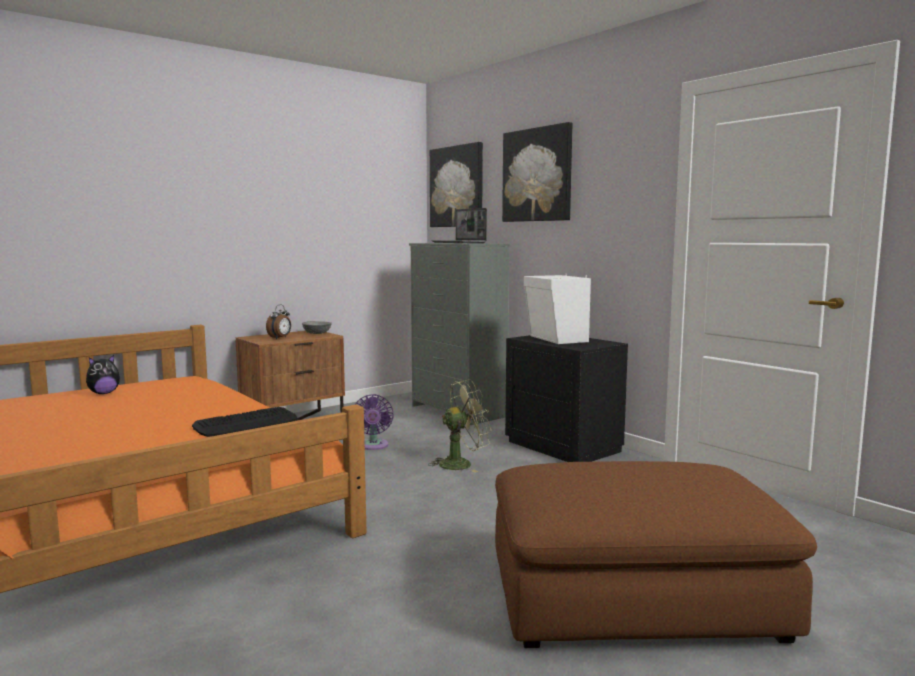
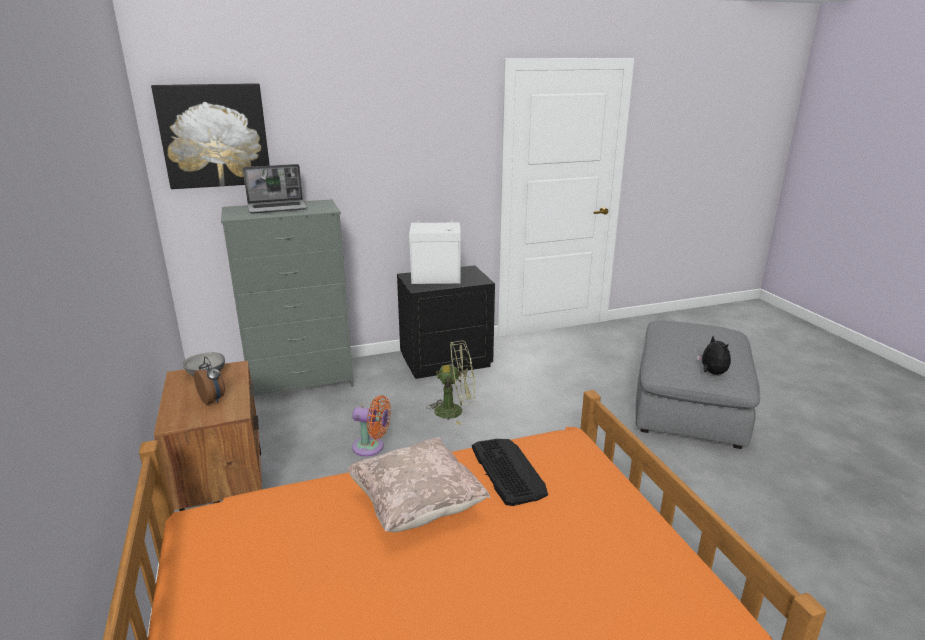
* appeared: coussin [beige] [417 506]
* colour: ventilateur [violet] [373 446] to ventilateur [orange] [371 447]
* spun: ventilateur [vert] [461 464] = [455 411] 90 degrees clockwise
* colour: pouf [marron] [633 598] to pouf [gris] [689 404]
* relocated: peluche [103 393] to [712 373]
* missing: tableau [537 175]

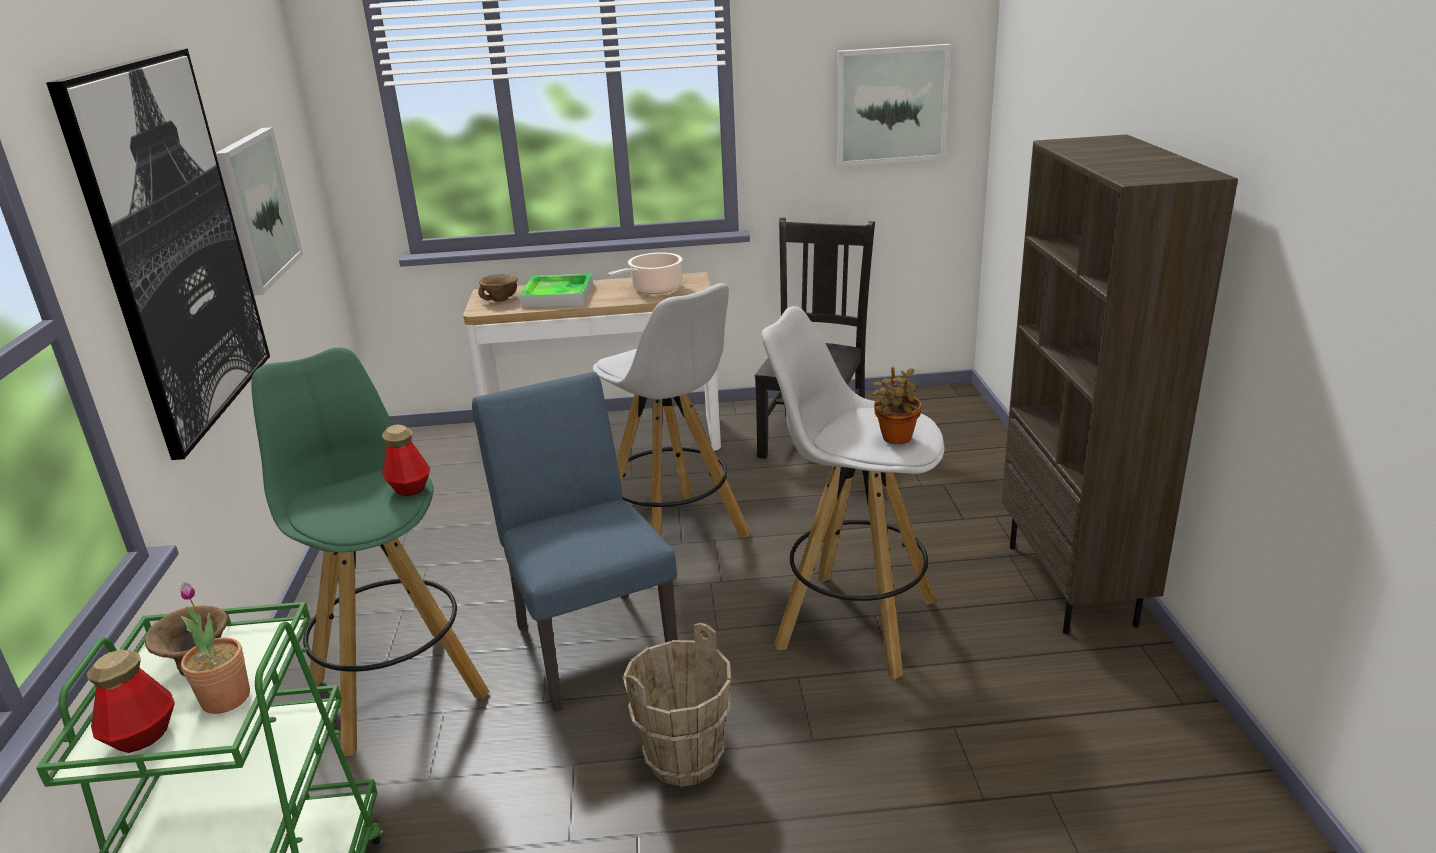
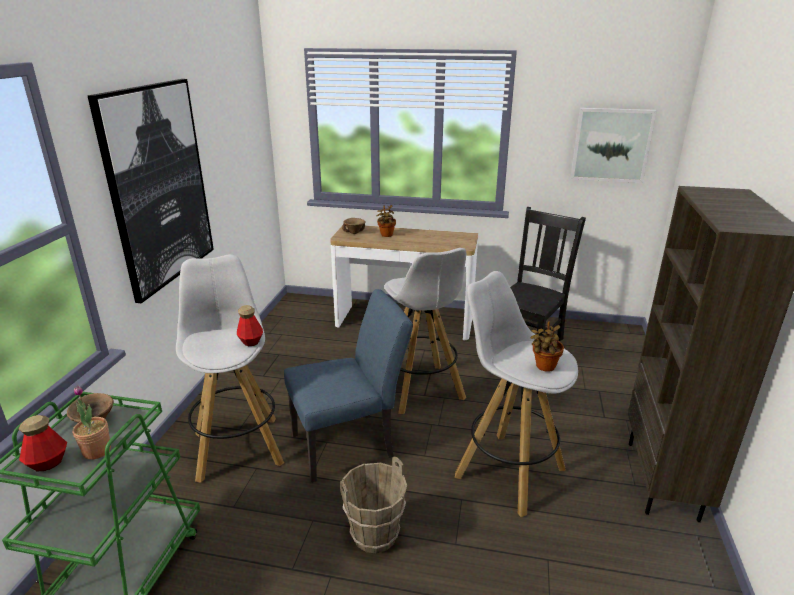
* colour: tabouret [vert] [396 687] to tabouret [blanc] [238 447]
* spun: chaise [bleu] [590 639] = [350 444] 75 degrees clockwise
* exchanged: plateau [558 296] to plante en pot [386 235]
* missing: tableau [257 209]
* missing: marmite [654 289]

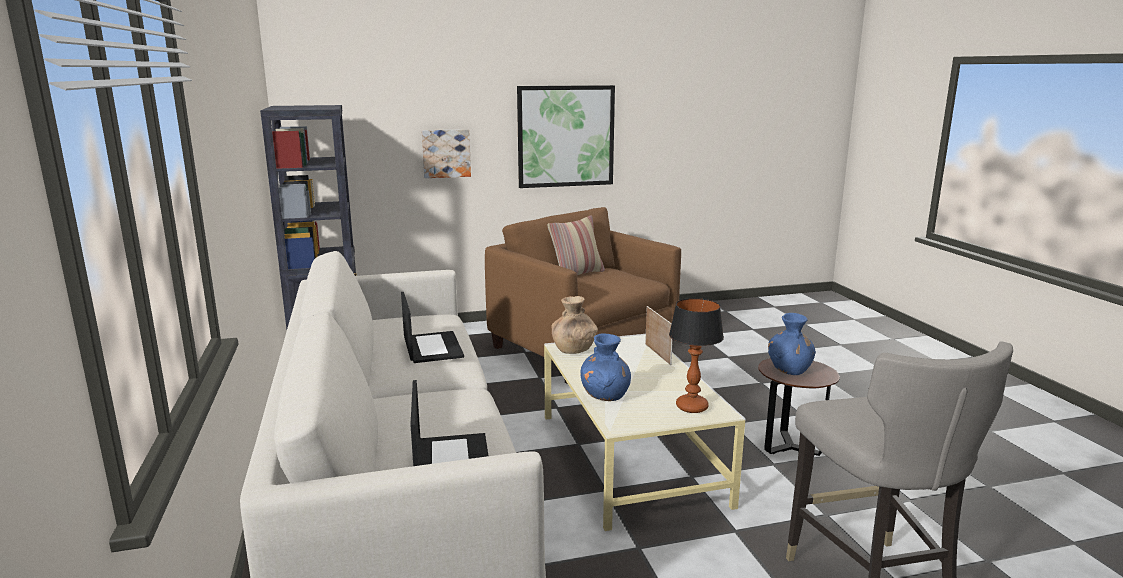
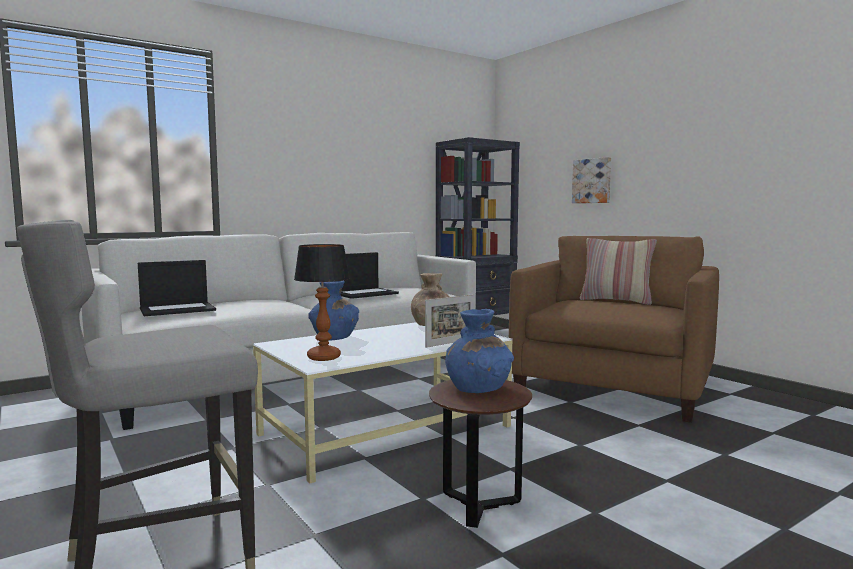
* missing: tableau [565 136]

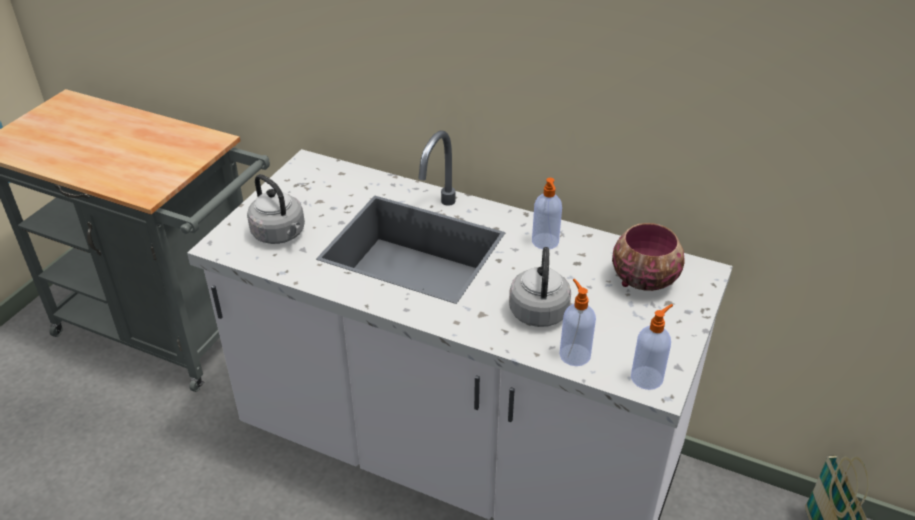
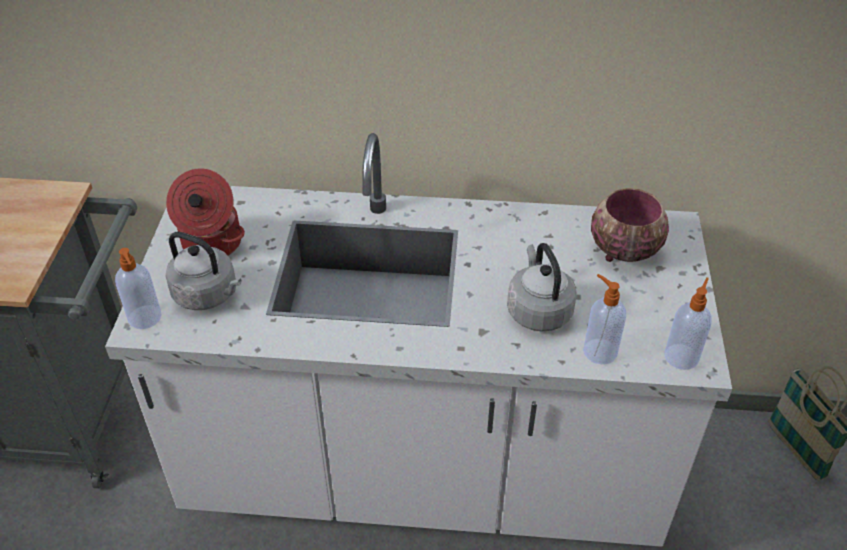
* relocated: distributeur de savon [545 242] to [145 318]
* appeared: marmite [210 244]

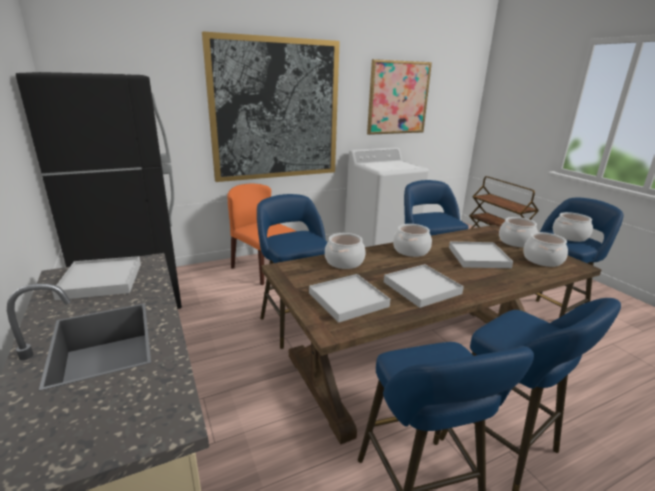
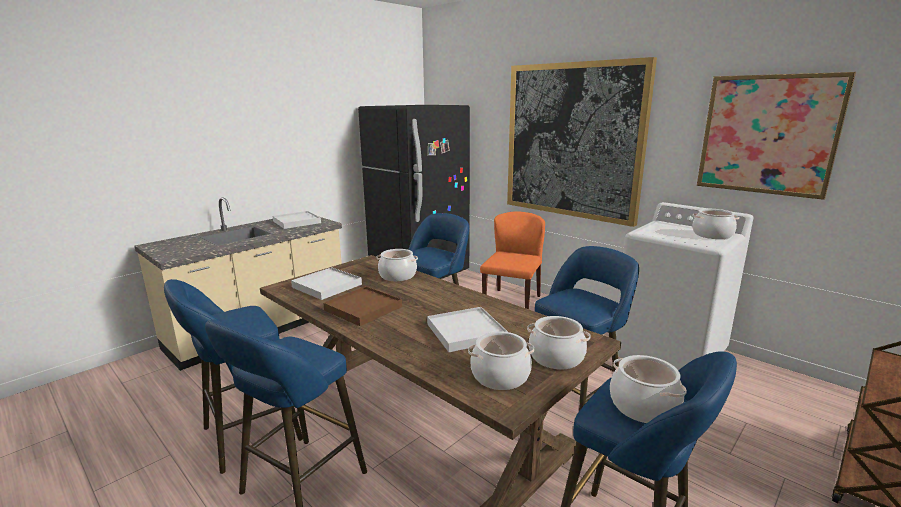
* colour: plateau [blanc] [422 287] to plateau [marron] [363 308]
* relocated: marmite [411 250] to [712 235]

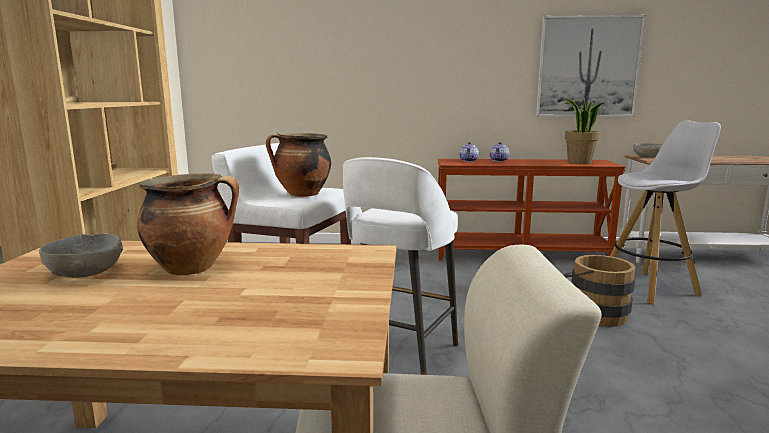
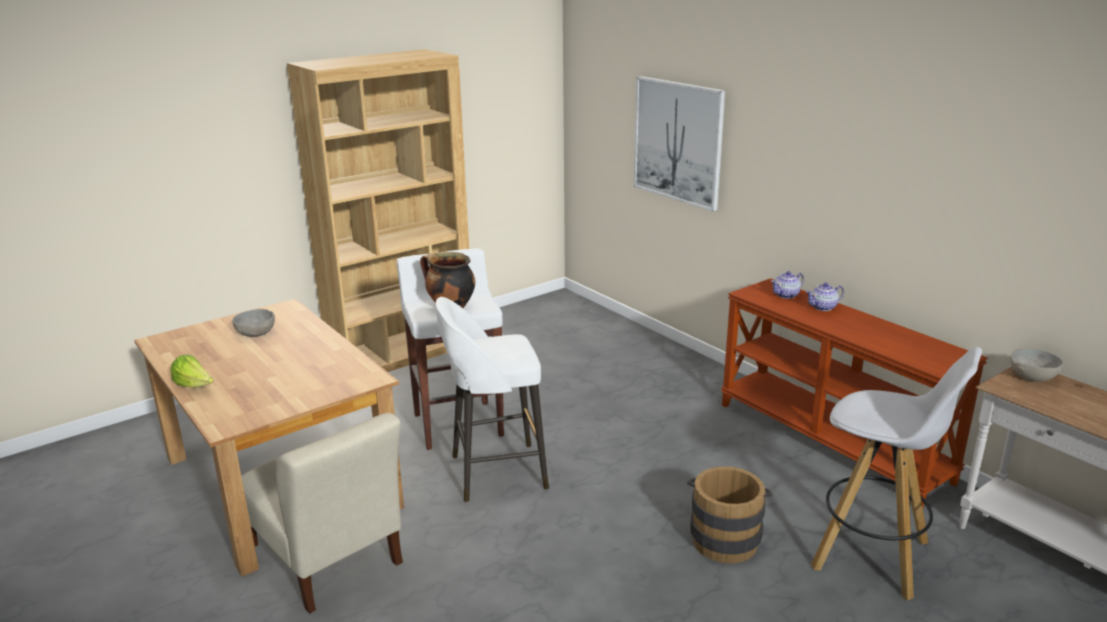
* appeared: laitue [194 386]
* relocated: tableau [588 67] to [678 141]
* missing: marmite [193 268]
* missing: plante en pot [579 162]

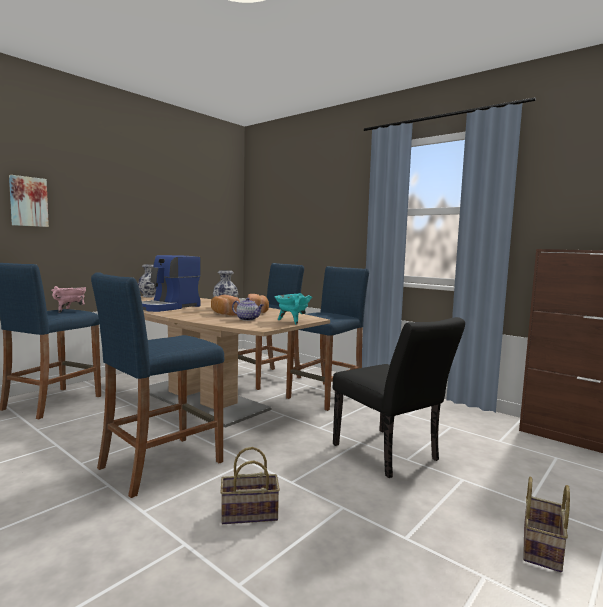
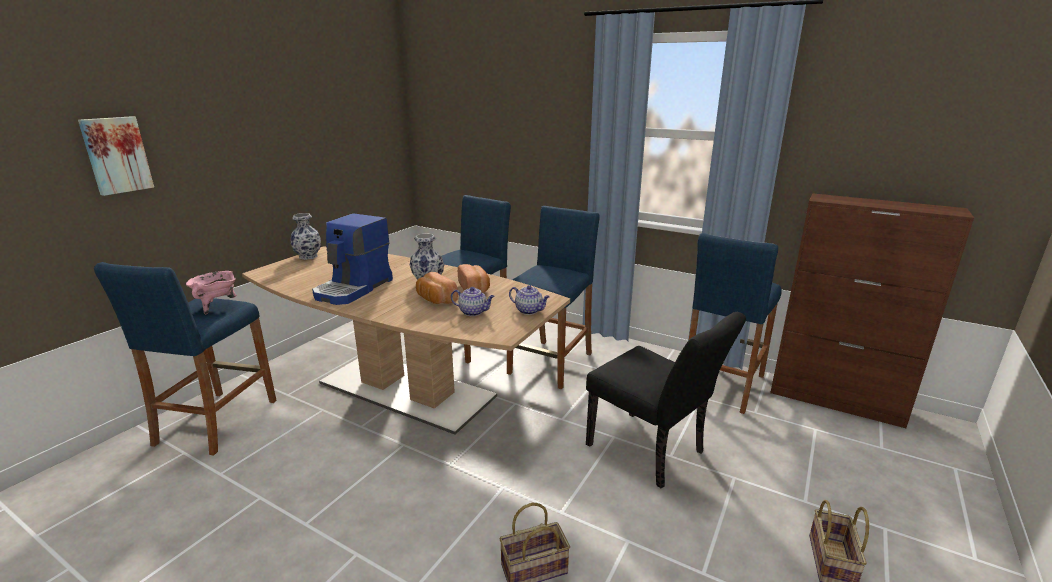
* exchanged: marmite [turquoise] [292 321] to théière [529 311]
* relocated: tabouret [bleu] [161 464] to [722 384]

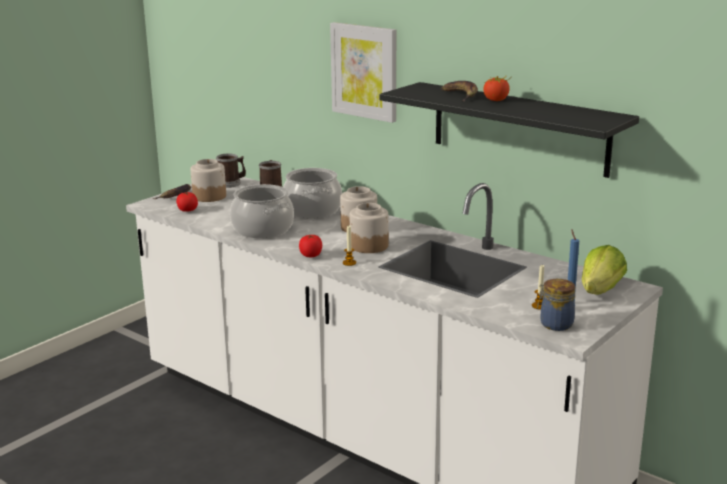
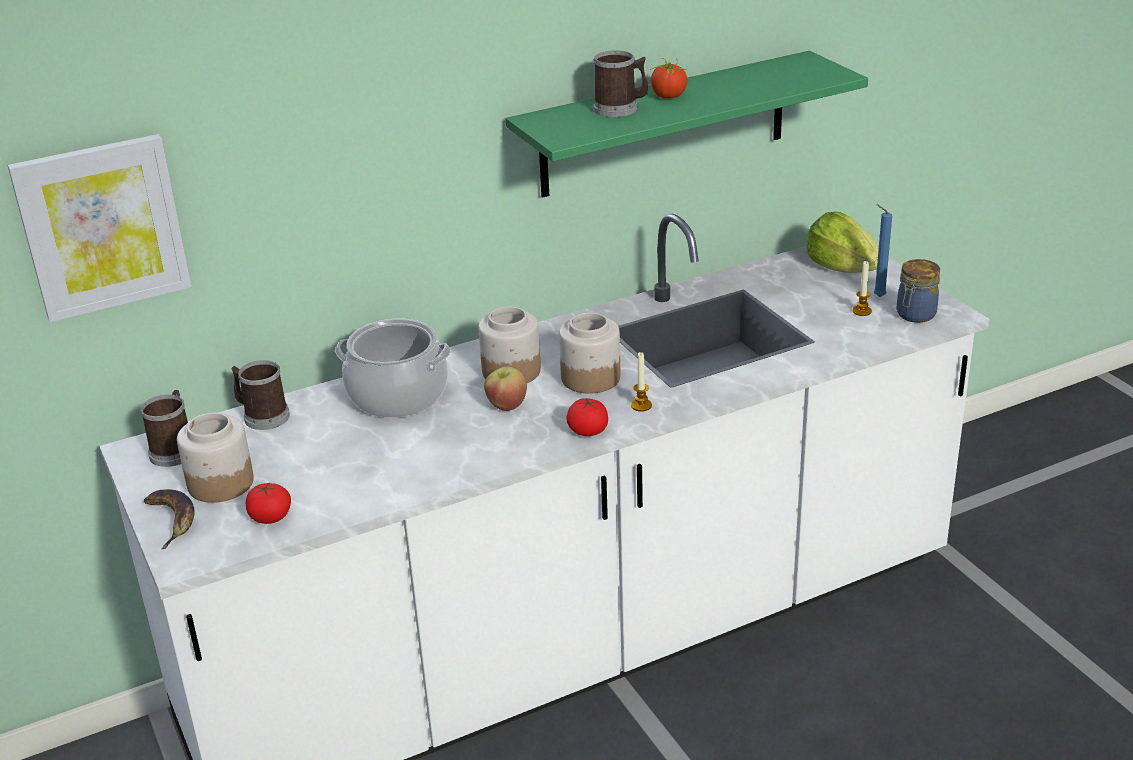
* relocated: tableau [365 71] to [102 226]
* appeared: pomme [506 405]
* colour: étagère [noir] [519 128] to étagère [vert] [664 124]
* exchanged: banane [461 95] to mug [620 108]
* missing: marmite [263 229]

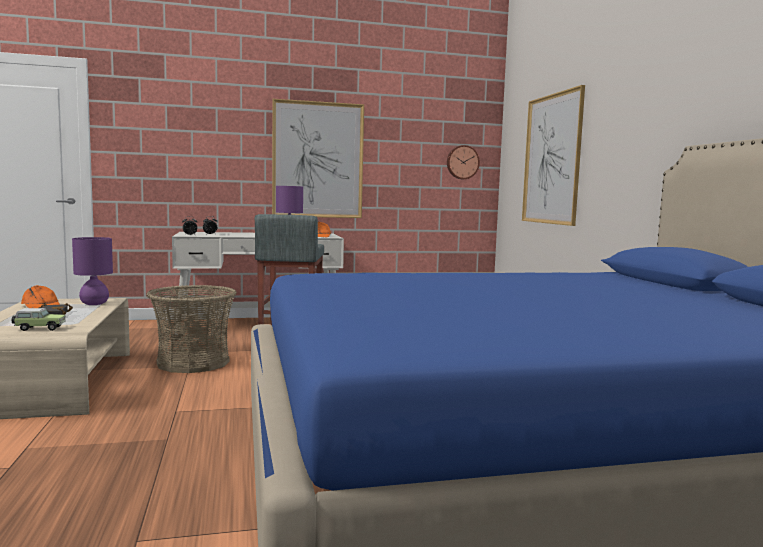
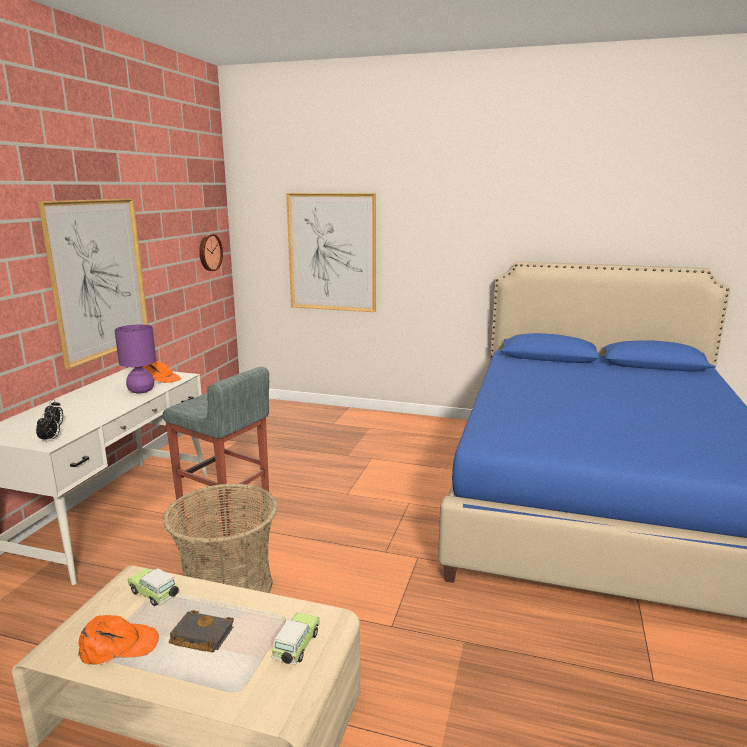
* exchanged: lampe de table [violet] [94 304] to petite voiture [155 595]

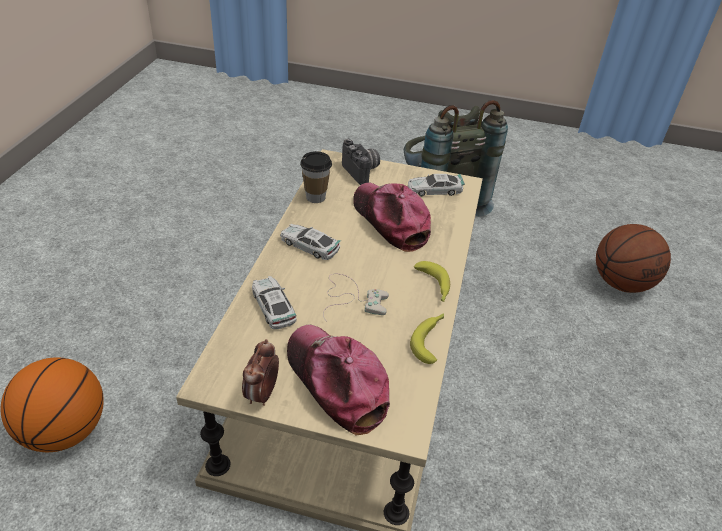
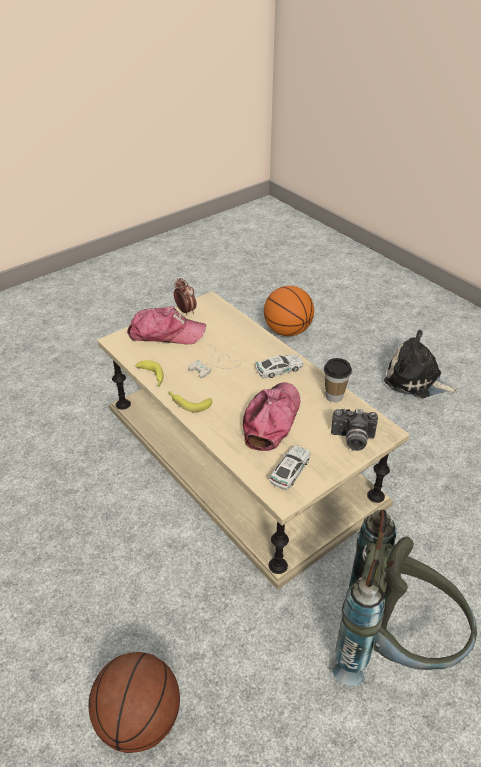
* spun: casquette [390 221] = [272 420] 75 degrees counterclockwise
* appeared: peluche [416 380]
* missing: petite voiture [273 306]

